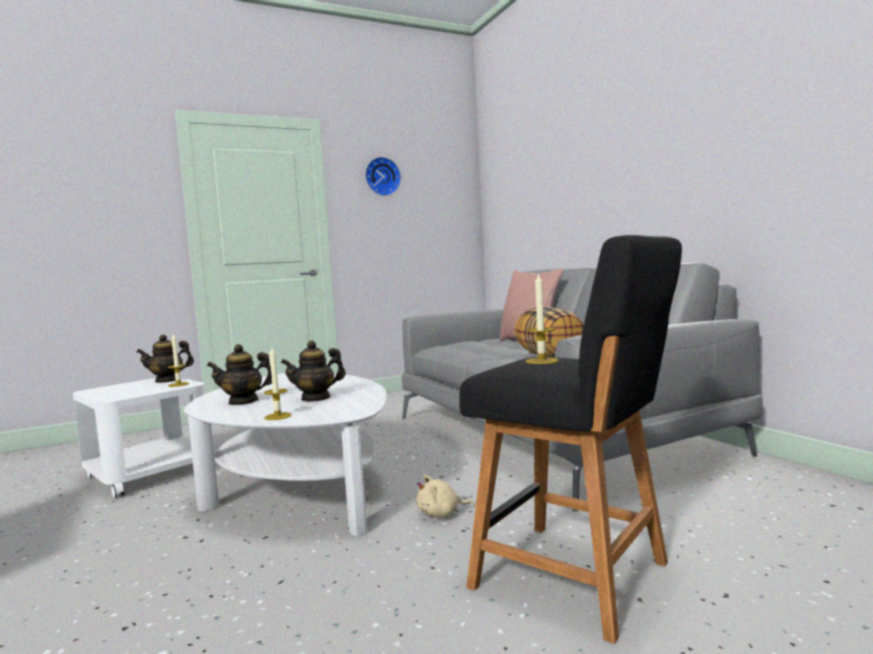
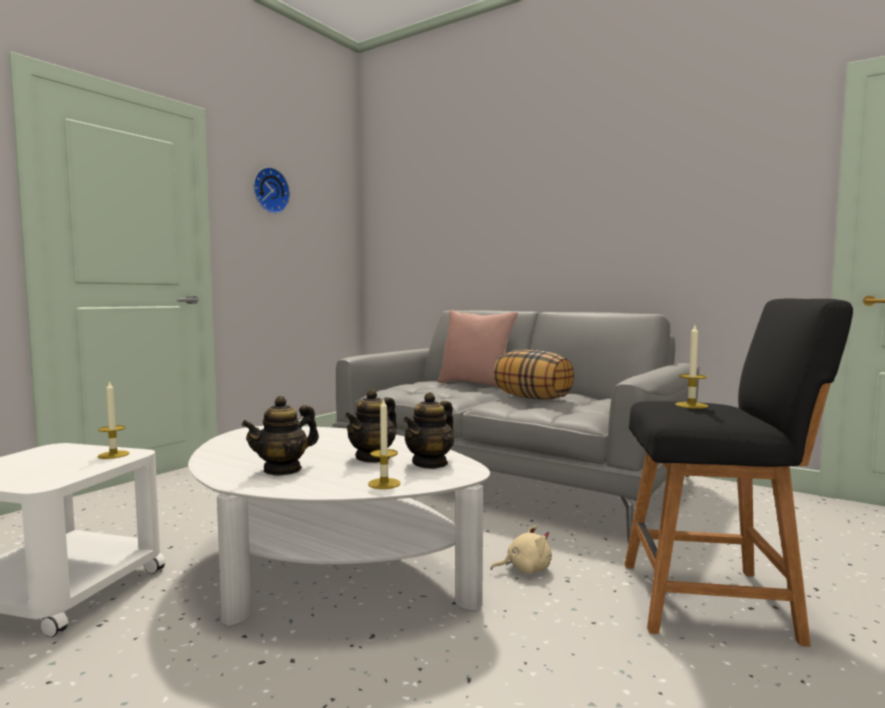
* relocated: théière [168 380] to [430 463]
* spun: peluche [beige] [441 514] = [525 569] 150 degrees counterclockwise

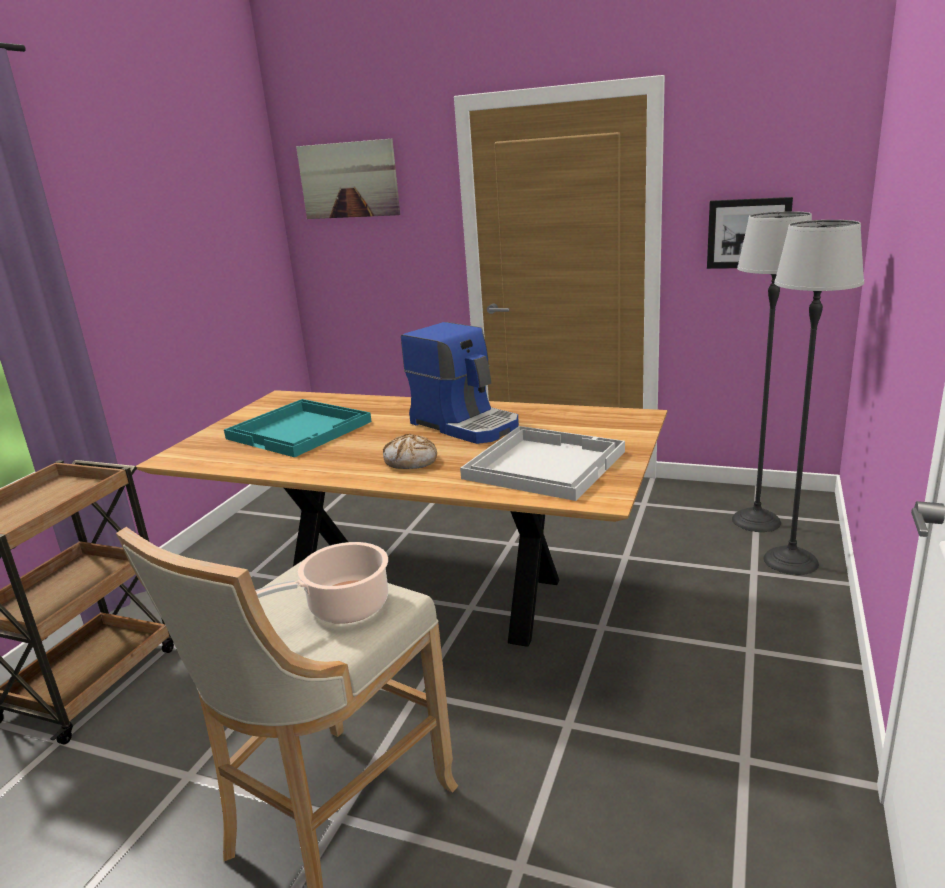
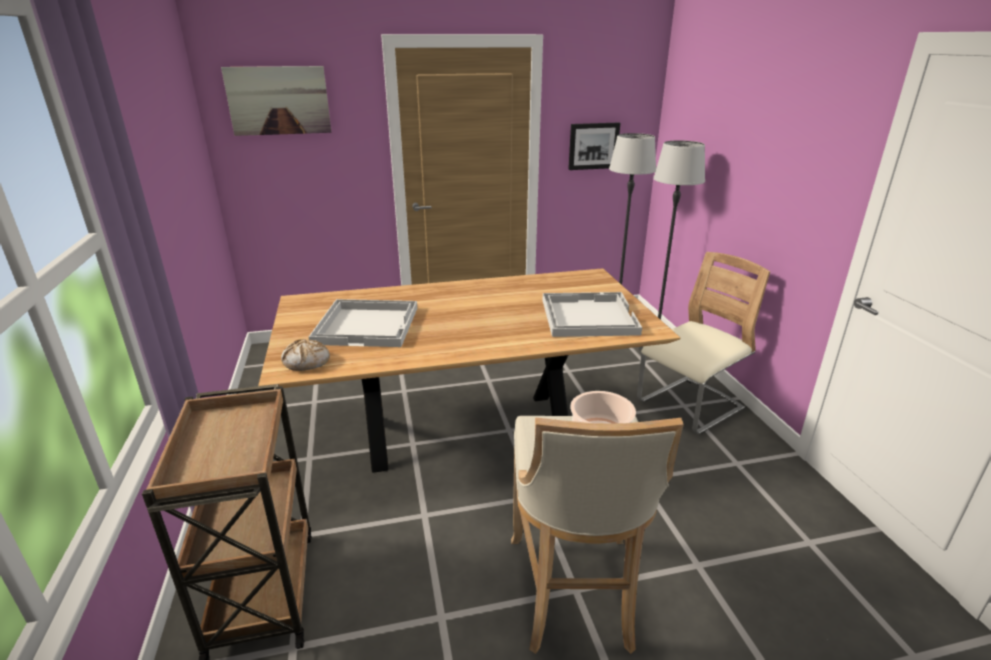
* relocated: pain [411 461] to [307 361]
* colour: plateau [turquoise] [301 430] to plateau [blanc] [368 325]
* appeared: chaise [beige] [689 406]
* missing: machine à café [466 424]

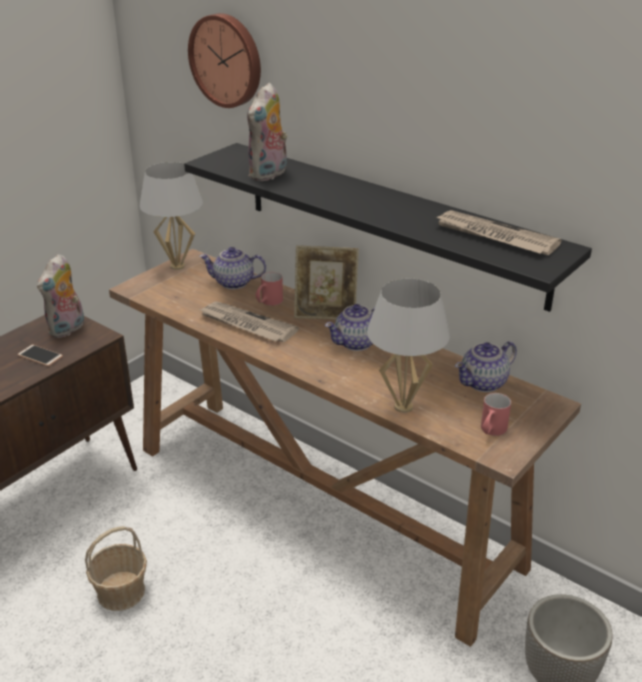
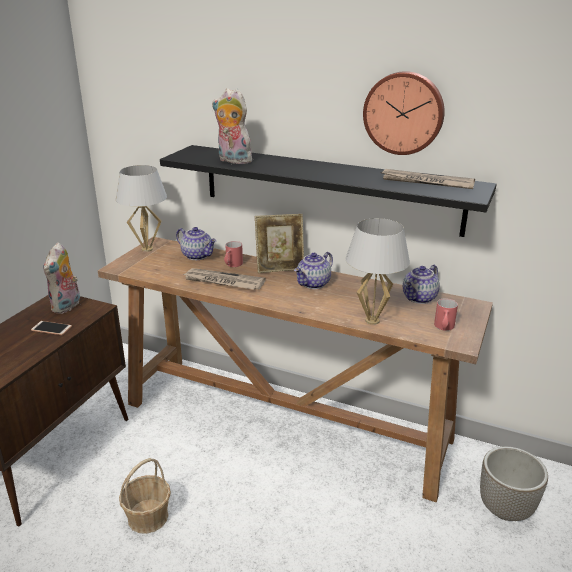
* spun: théière [233 283] = [198 256] 135 degrees counterclockwise
* spun: peluche [269 174] = [232 161] 105 degrees clockwise
* relocated: horloge murale [227 60] to [404 113]

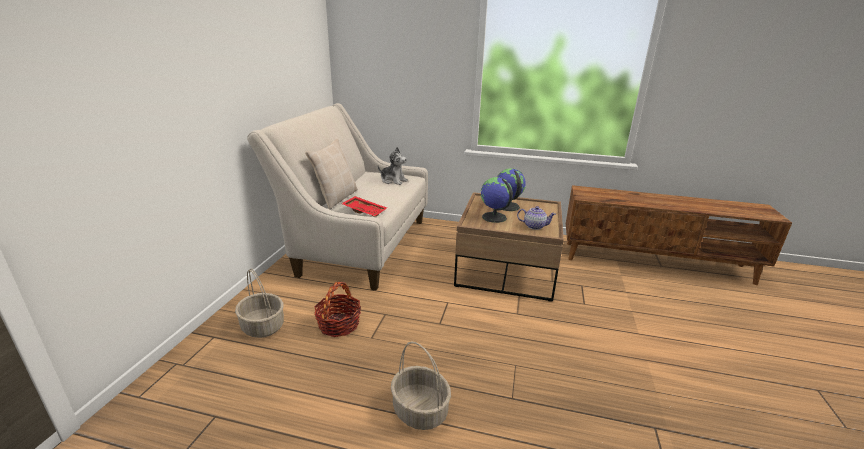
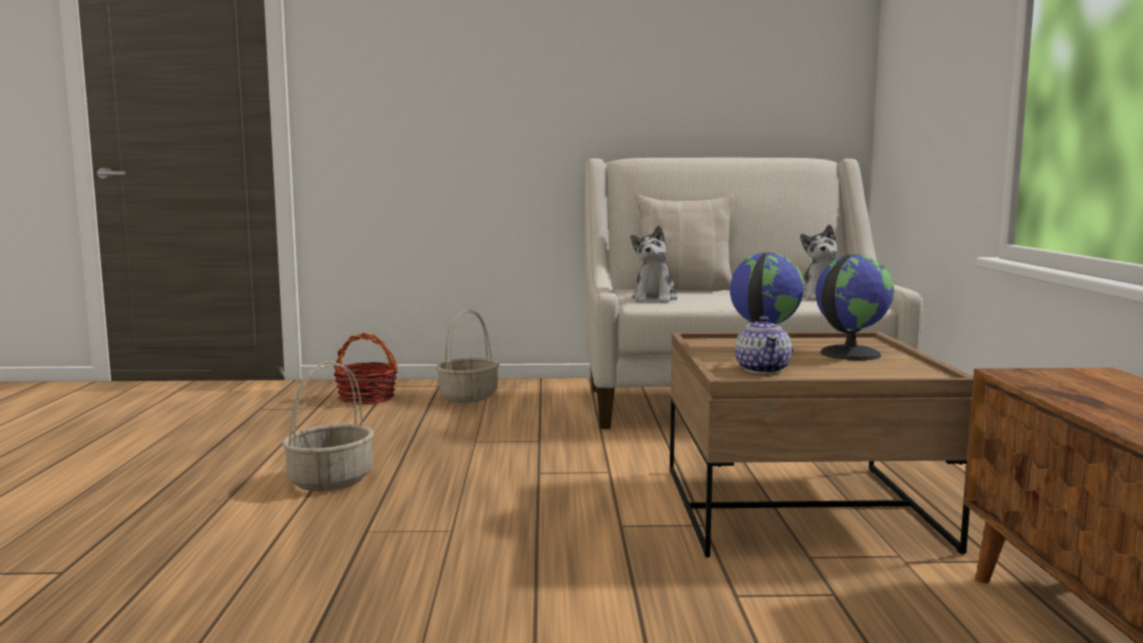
* relocated: panier [339 324] to [367 398]
* exchanged: plateau [rouge] [365 211] to peluche [654 299]

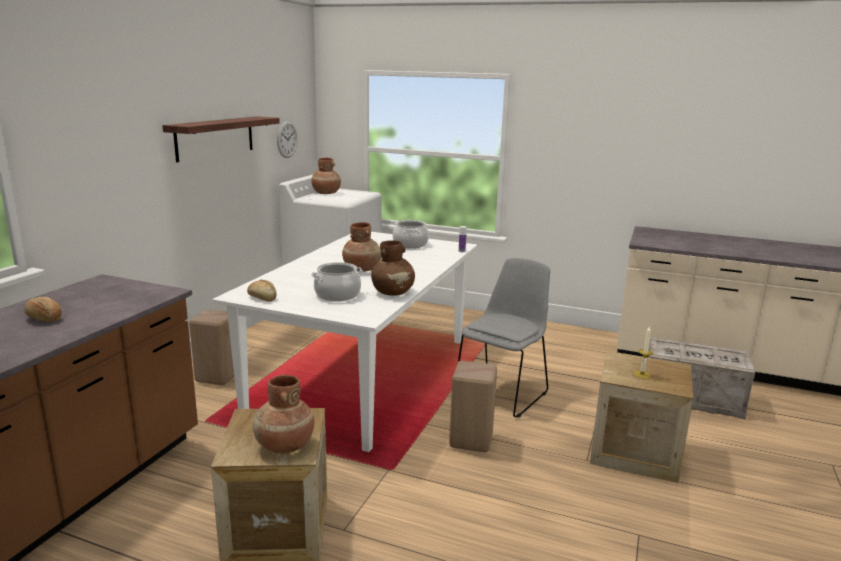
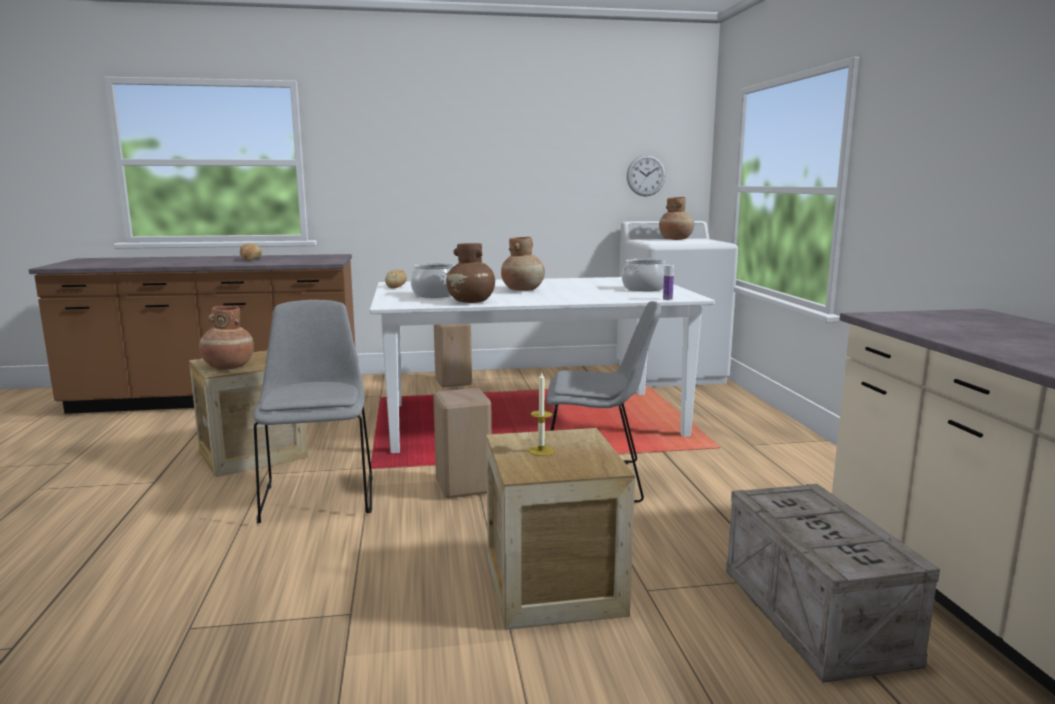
* appeared: chaise [gris] [318 496]
* missing: étagère [215 138]

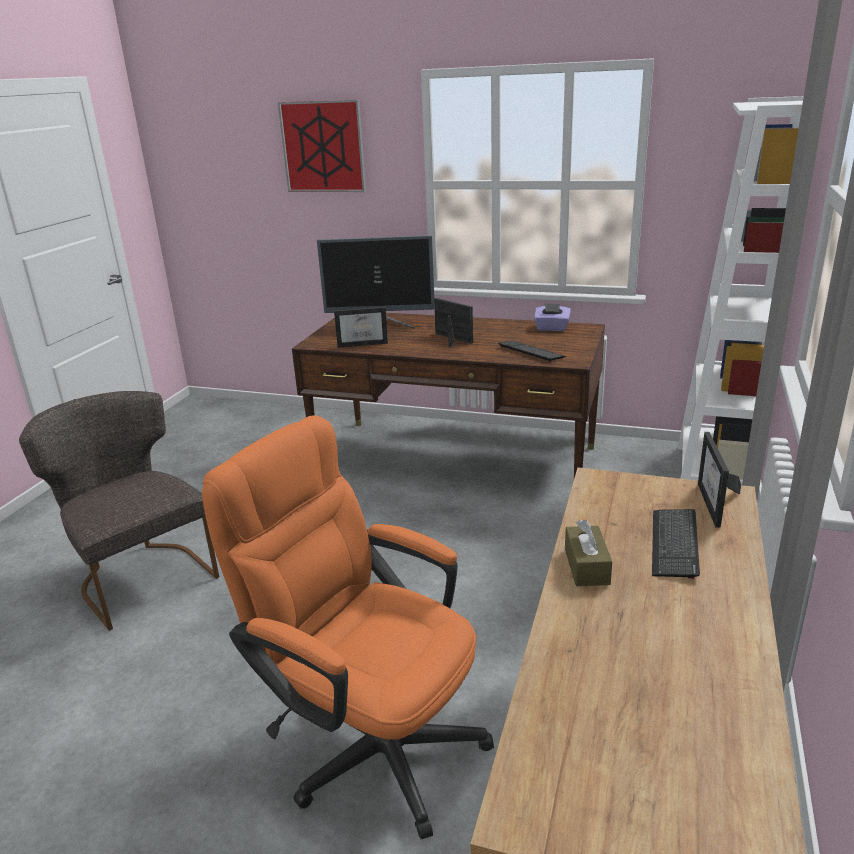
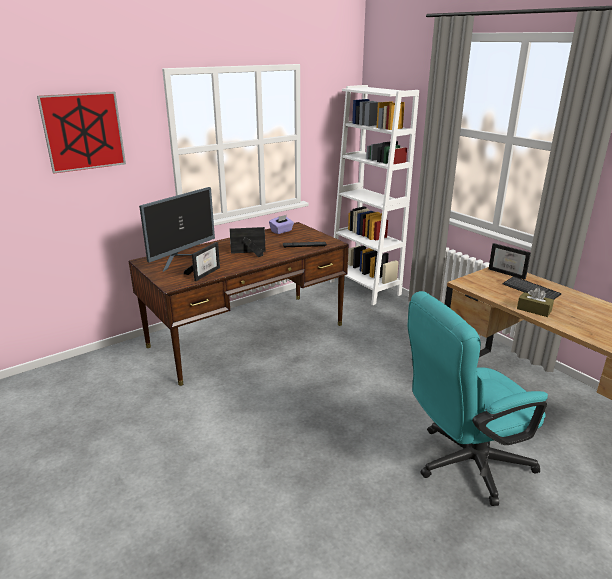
* colour: chaise de bureau [orange] [370 740] to chaise de bureau [turquoise] [463 464]
* missing: chaise [gris] [141 576]

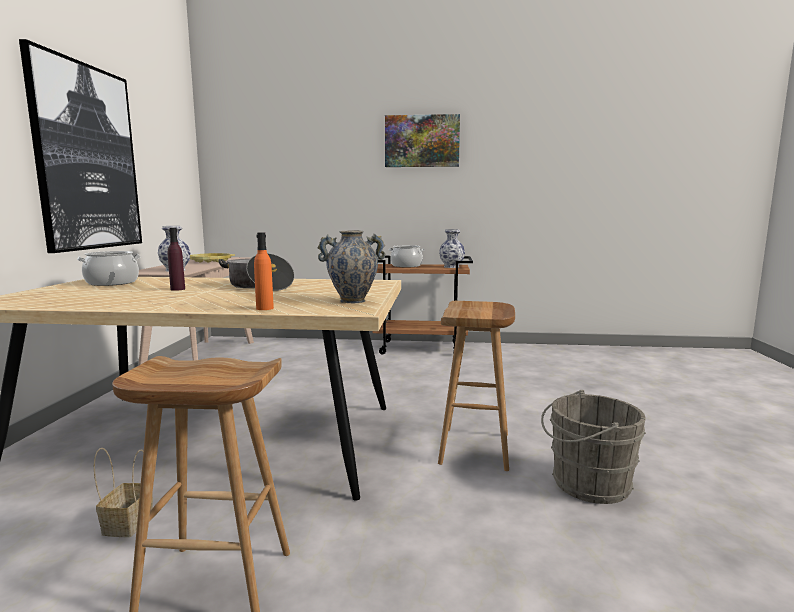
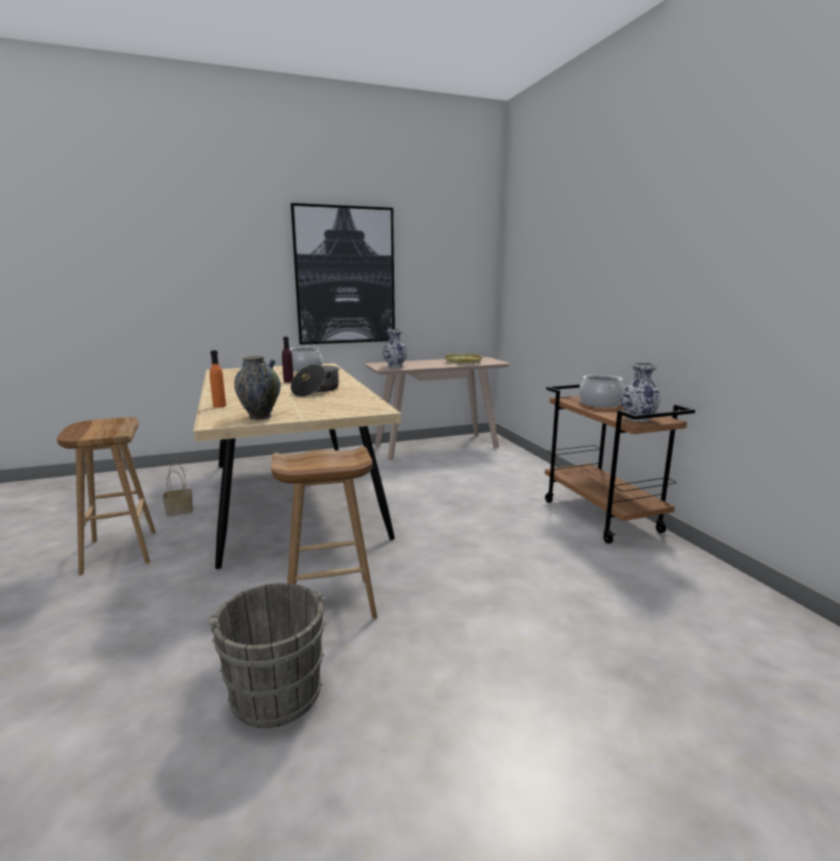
* missing: tableau [422 141]

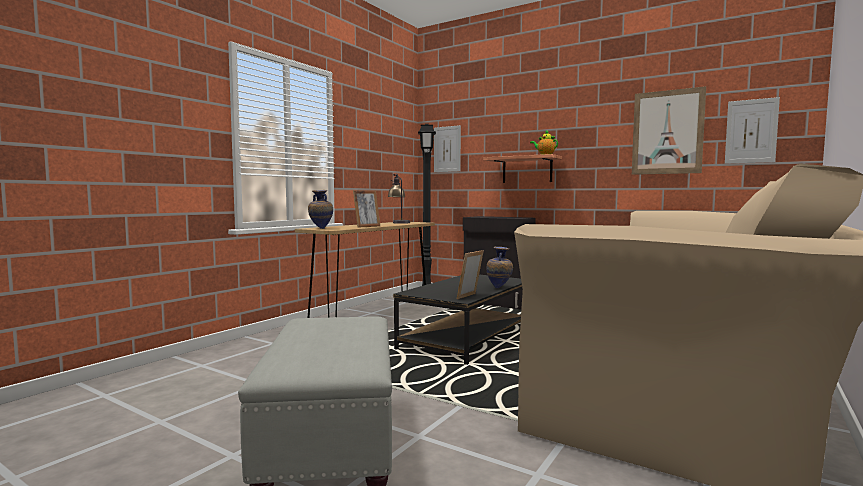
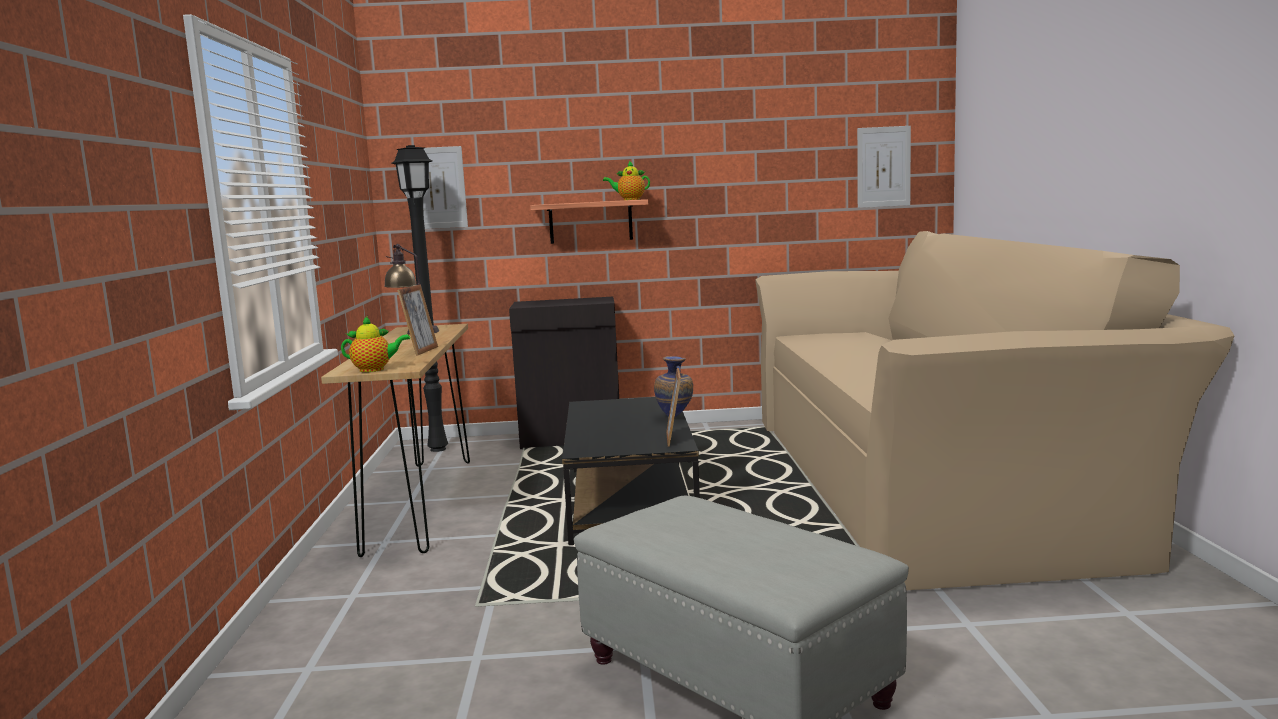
* exchanged: vase [320 229] to théière [375 369]
* missing: tableau [667 132]

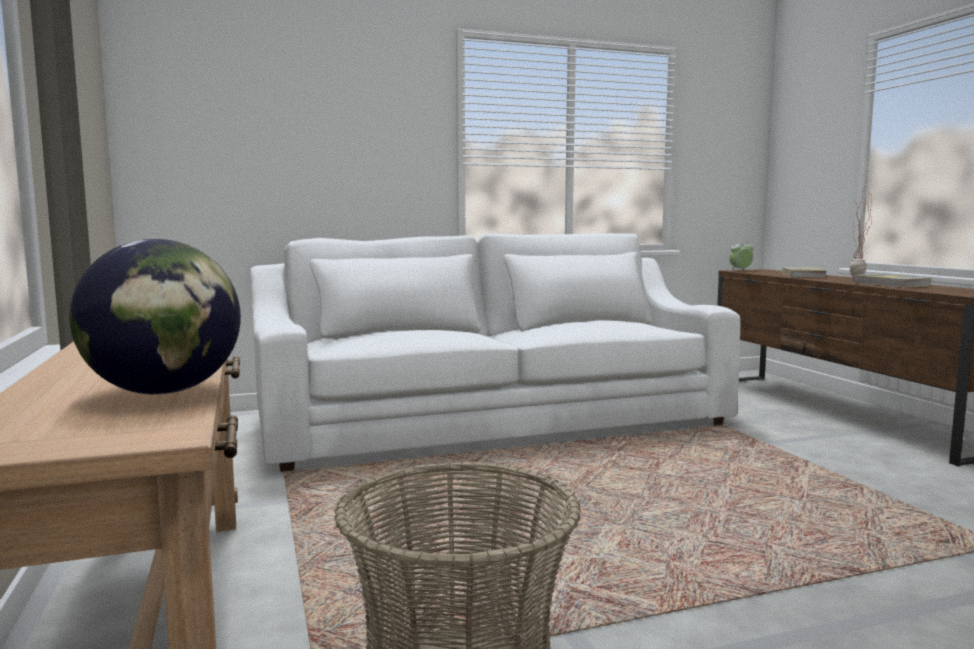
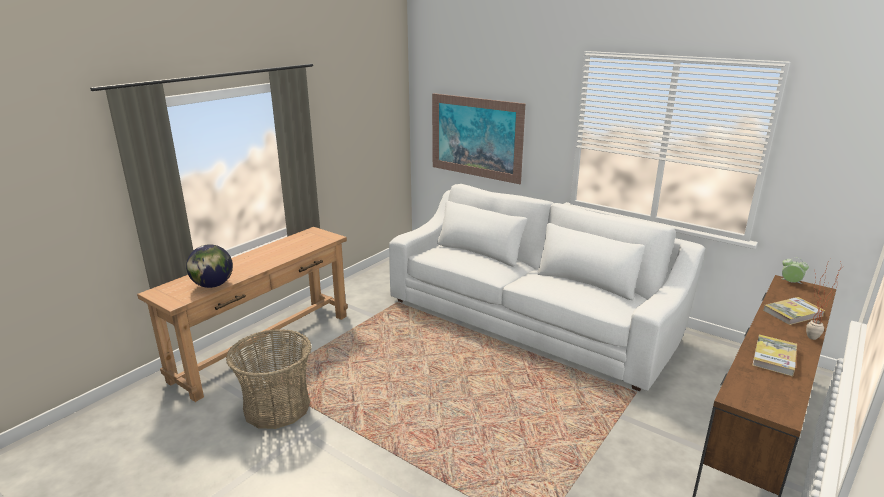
* appeared: tableau [476 137]

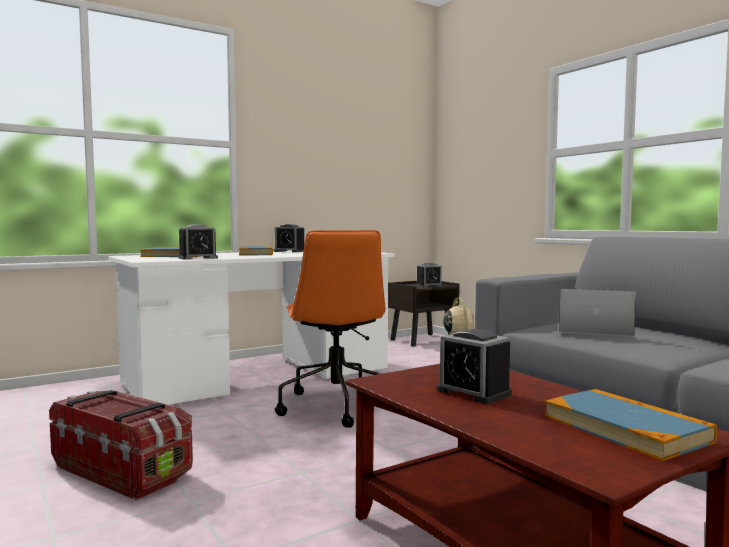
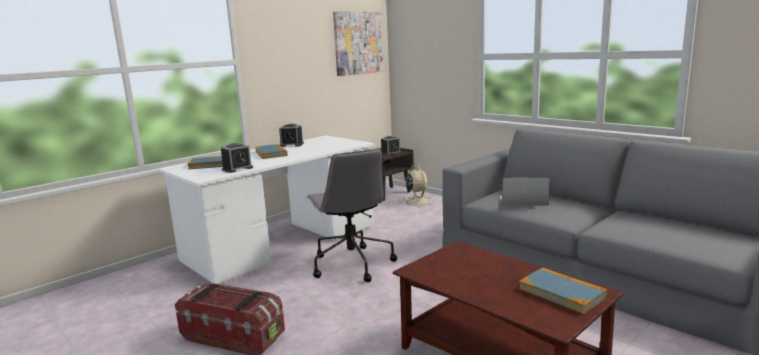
* colour: chaise de bureau [orange] [336 406] to chaise de bureau [gris] [351 264]
* appeared: tableau [358 43]
* missing: réveil [474 392]

